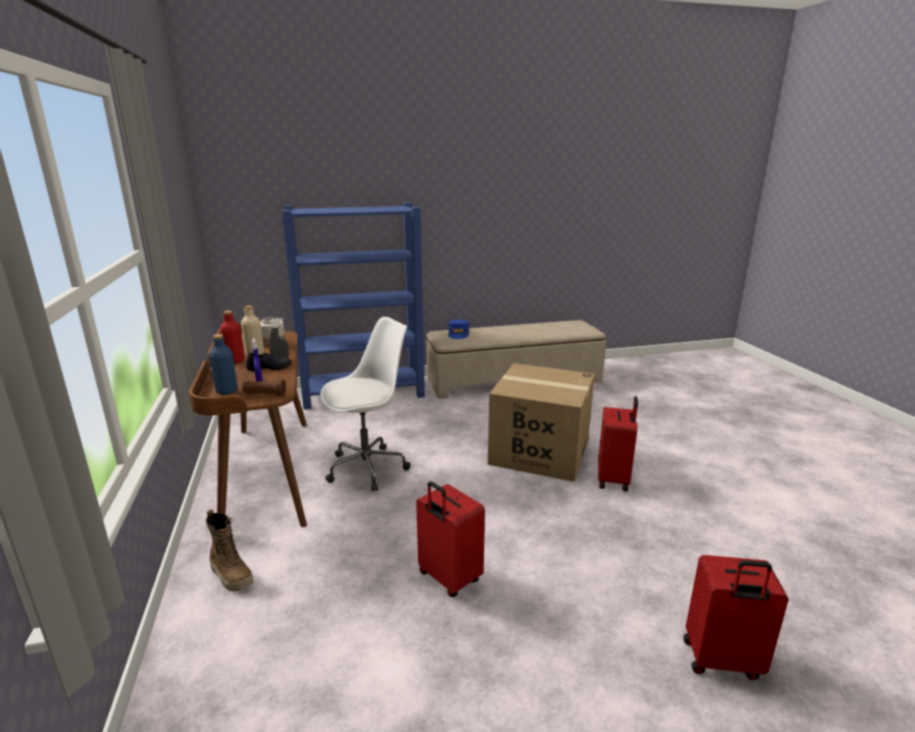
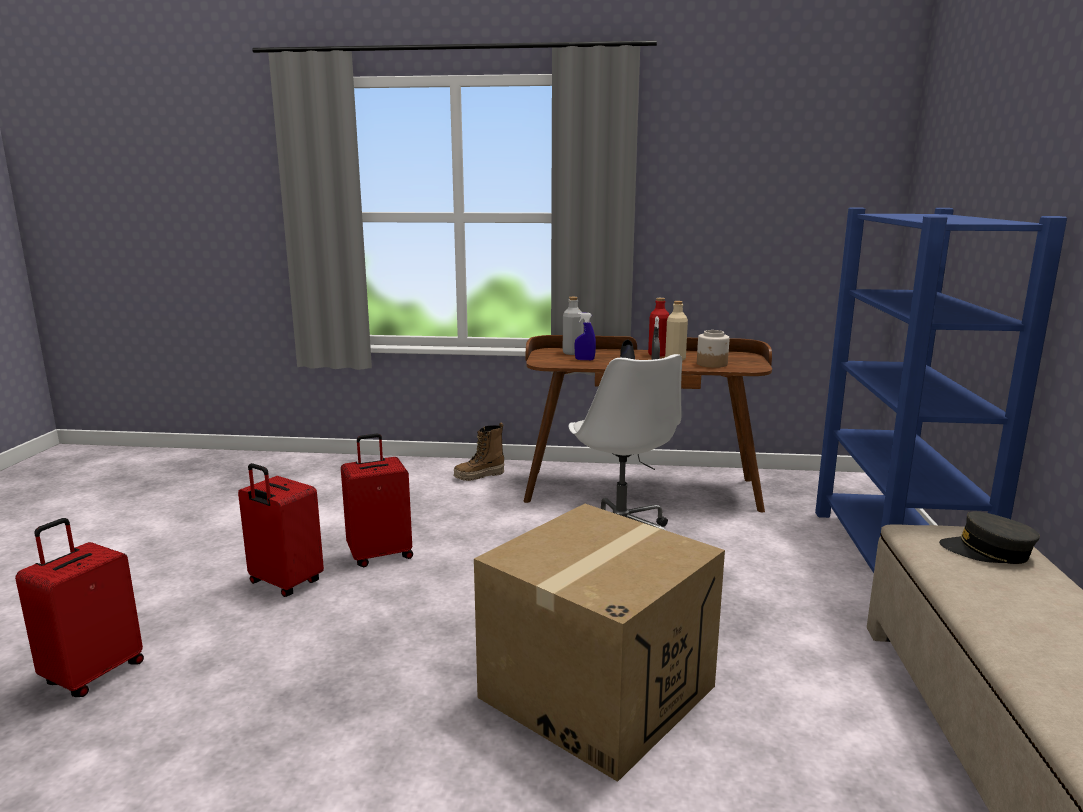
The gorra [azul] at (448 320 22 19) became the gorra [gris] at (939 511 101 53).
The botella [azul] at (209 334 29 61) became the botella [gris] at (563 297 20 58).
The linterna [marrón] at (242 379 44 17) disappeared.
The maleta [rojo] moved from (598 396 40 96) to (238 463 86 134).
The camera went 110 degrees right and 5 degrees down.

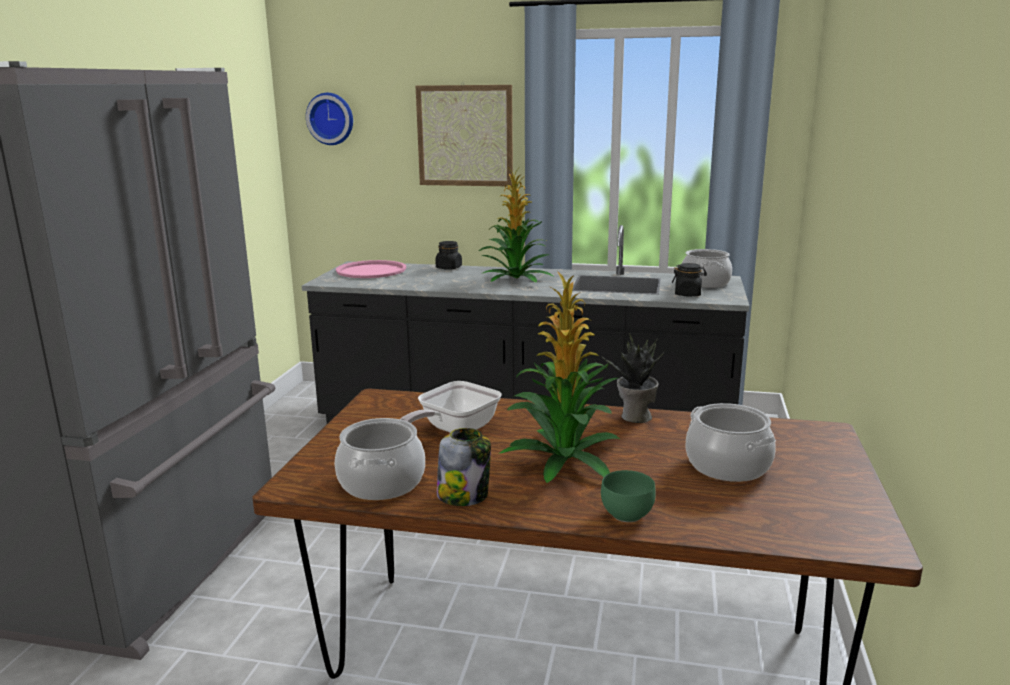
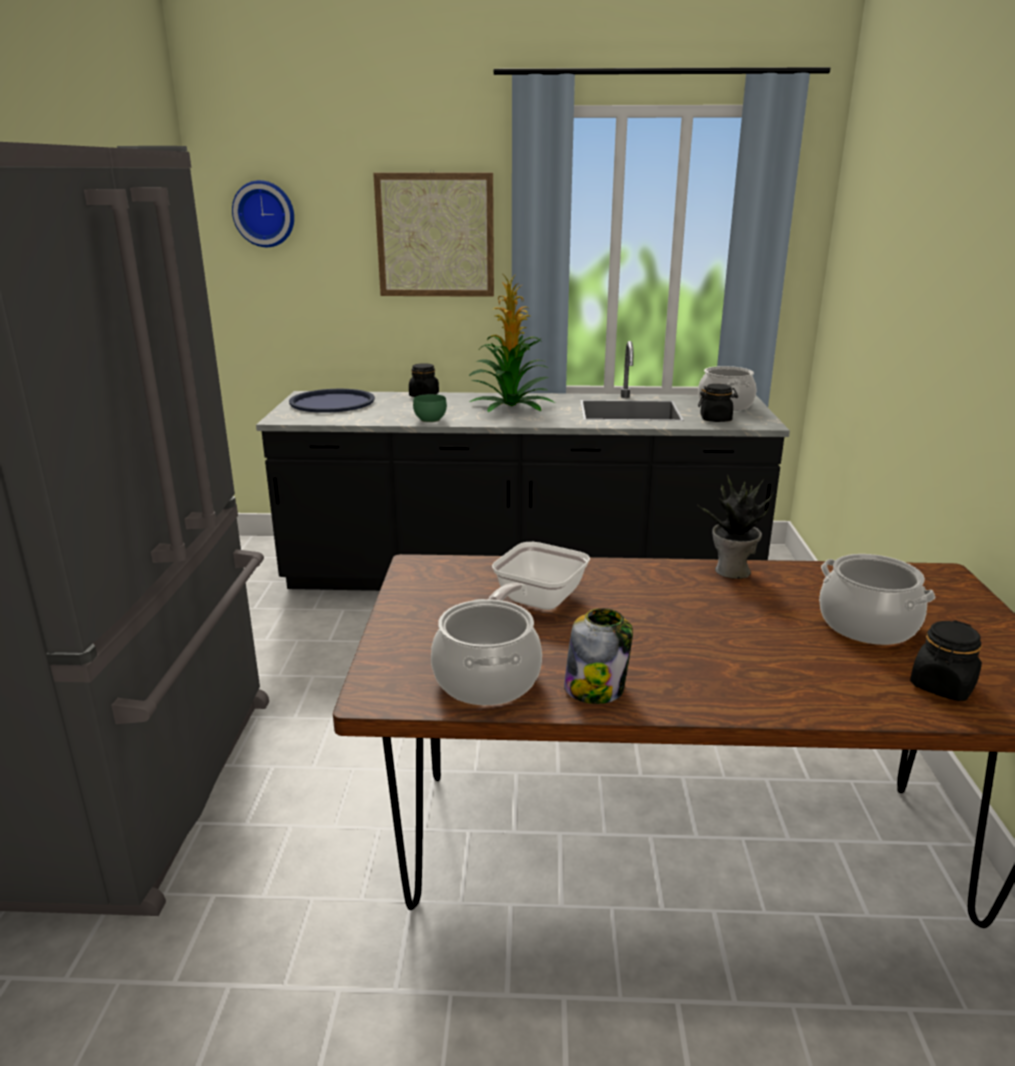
The bandeja [rosa] at (336 260 70 18) became the bandeja [azul] at (289 389 86 24).
The planta en maceta at (500 271 120 212) disappeared.
The cuenco [verde] moved from (601 470 55 52) to (413 394 34 29).
The tarro [negro] at (910 620 72 81) appeared.
The camera went 10 degrees left and 5 degrees up.

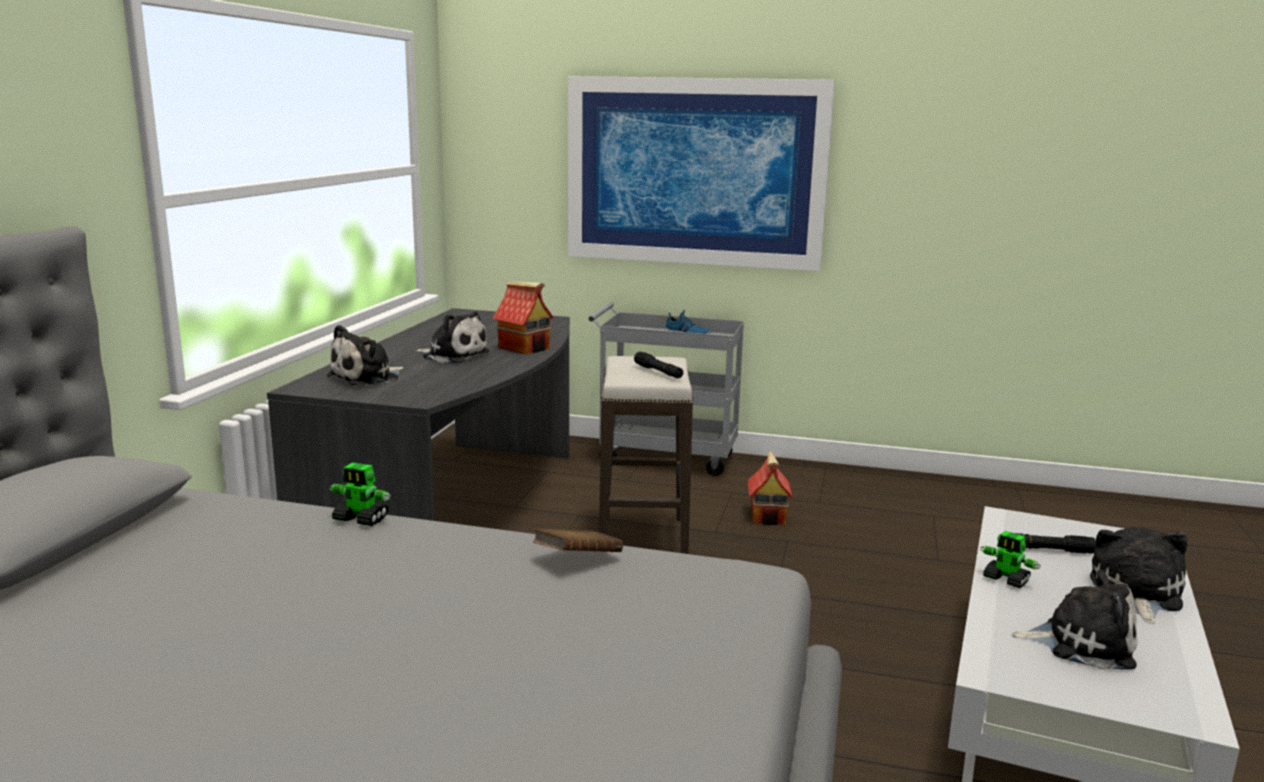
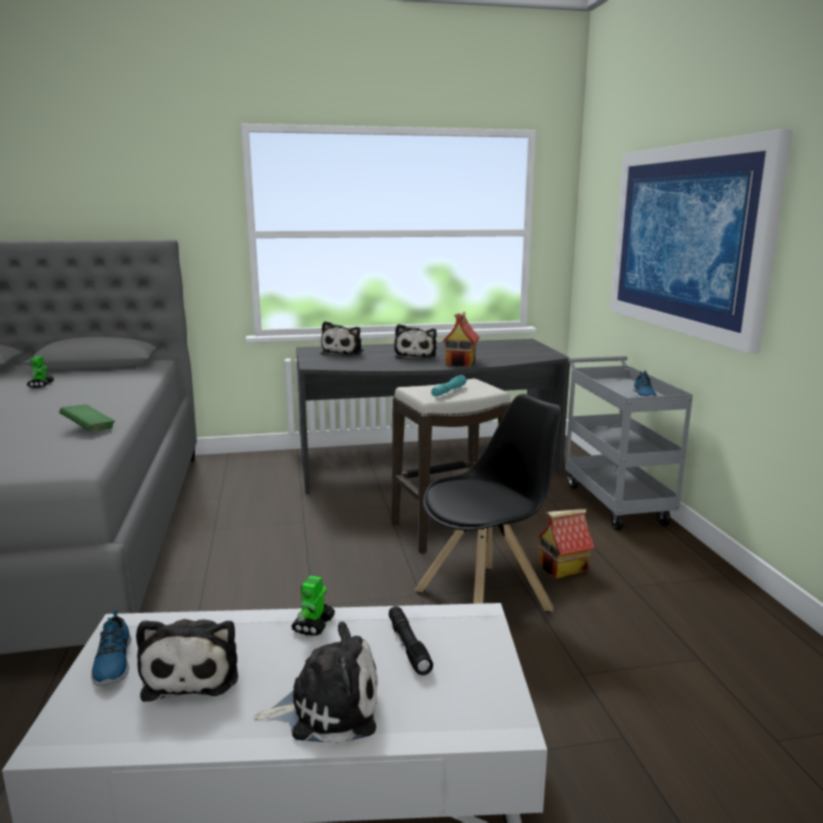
The peluche at (327 325 77 61) turned 90 degrees counterclockwise.
The linterna [negro] at (634 352 49 26) became the linterna [turquesa] at (431 375 36 22).
The robot de juguete moved from (329 463 62 63) to (27 356 27 32).
The libro [marrón] at (533 528 90 24) became the libro [verde] at (59 404 56 27).
The silla [negro] at (415 394 148 218) appeared.
The zapato at (91 609 41 77) appeared.
The camera went 65 degrees right and 0 degrees up.

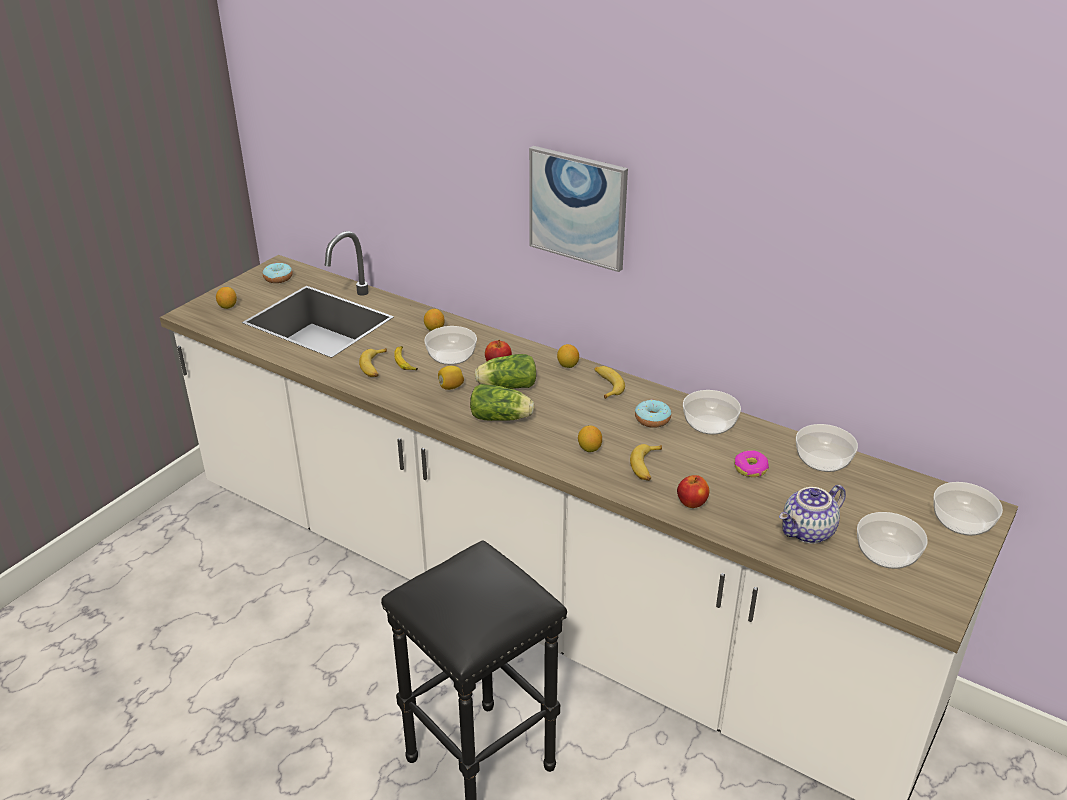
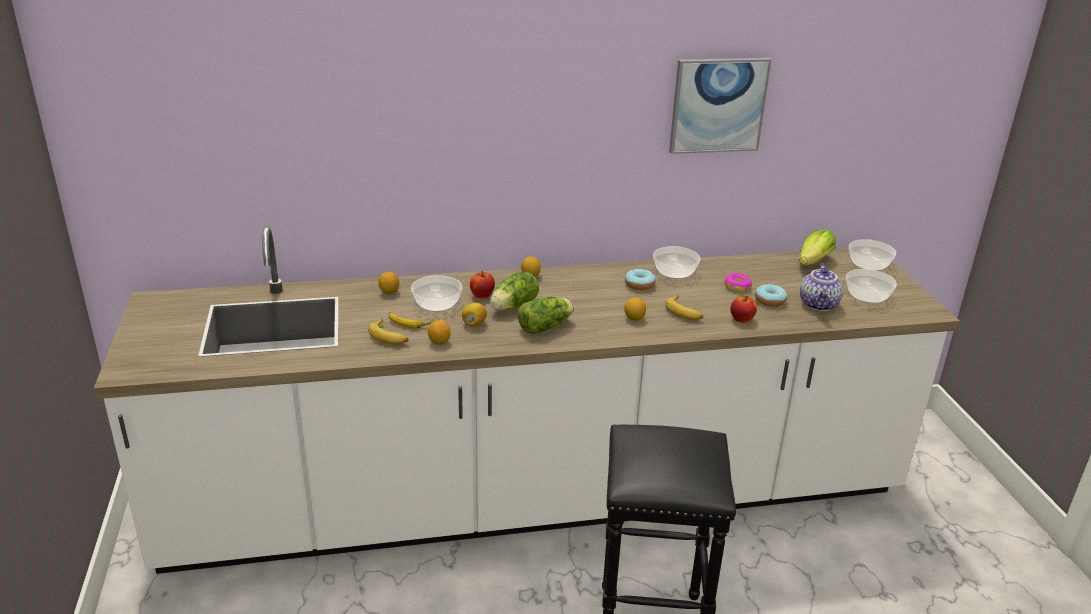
The cuadro moved from (529 146 99 126) to (669 58 103 96).
The rosquilla moved from (262 263 31 20) to (755 284 32 22).
The limón moved from (216 287 21 22) to (428 320 23 25).
The plátano at (594 366 31 33) disappeared.
The cuenco at (796 424 62 48) disappeared.
The lechuga at (799 229 37 36) appeared.
The camera went 45 degrees left and 5 degrees down.

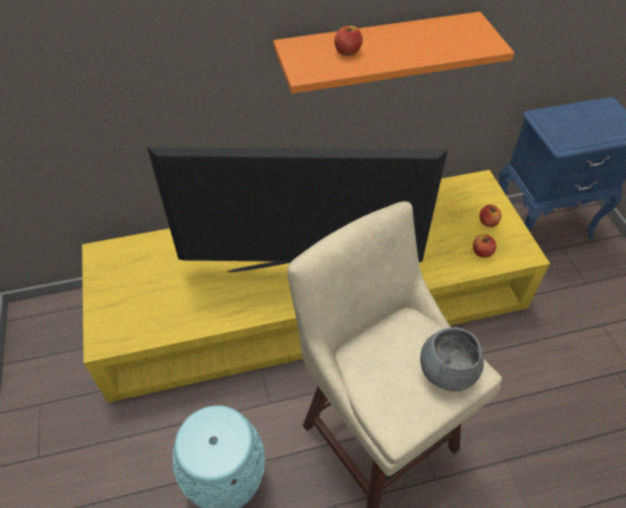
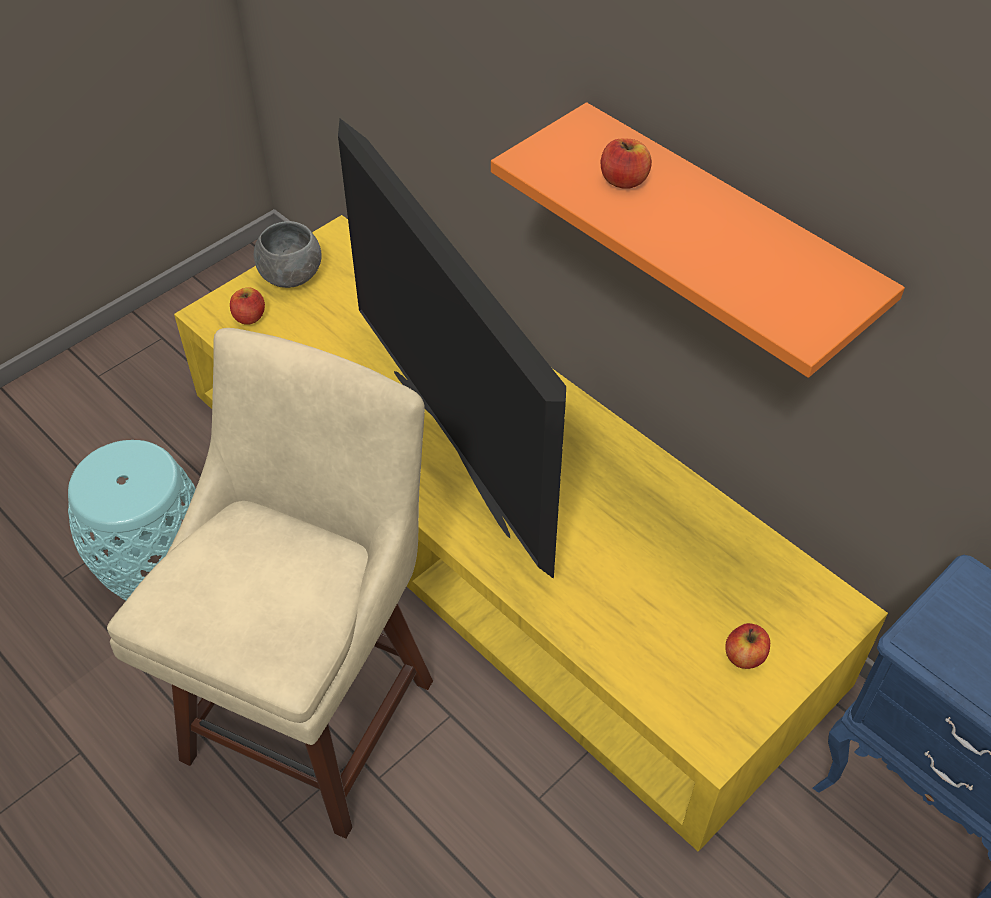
The manzana moved from (473 234 23 24) to (230 287 35 38).
The cuenco [gris] moved from (420 327 64 64) to (254 221 68 67).
The camera went 60 degrees right and 0 degrees up.

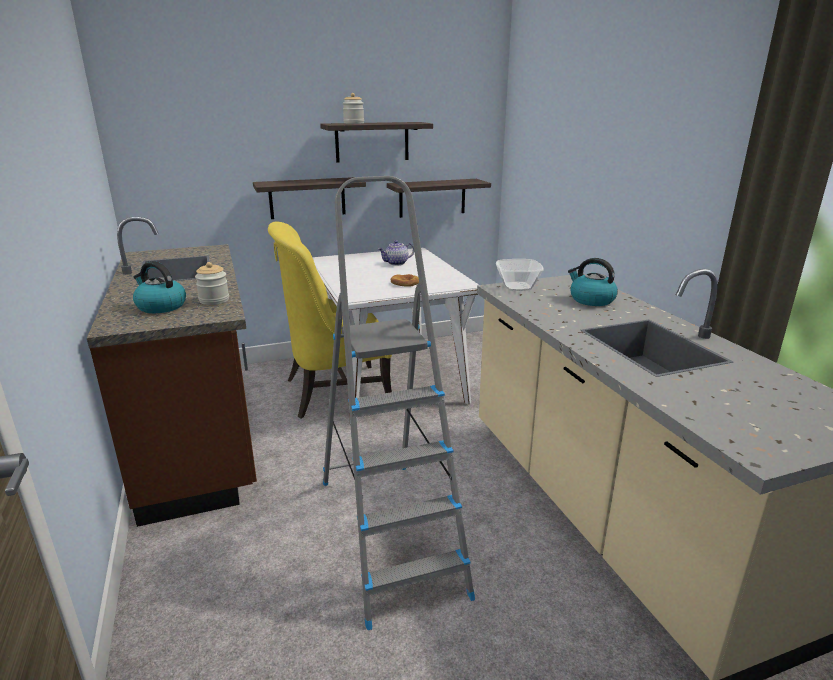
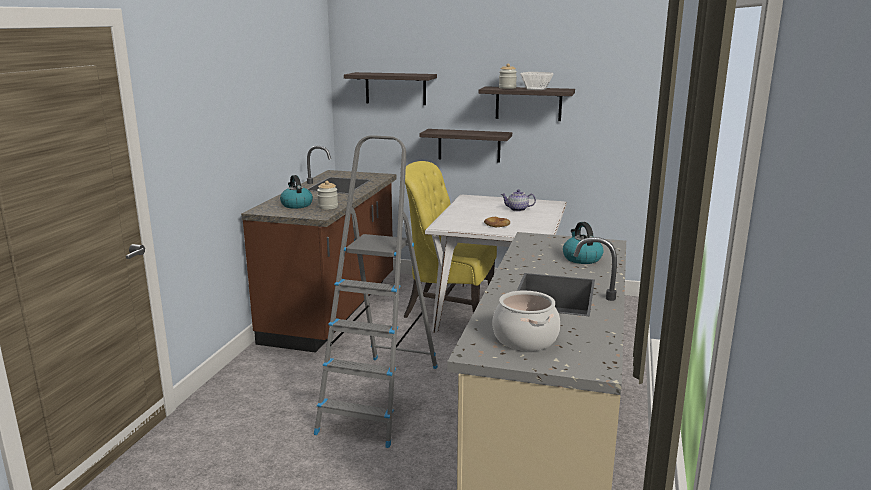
The estante moved from (387 179 104 39) to (344 72 93 33).
The cuenco moved from (496 259 48 32) to (520 72 33 18).
The olla at (492 291 68 60) appeared.
The camera went 35 degrees right and 5 degrees down.

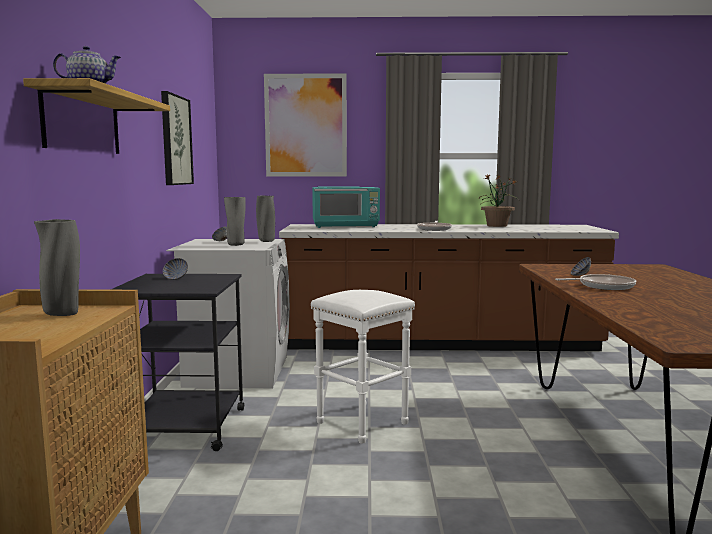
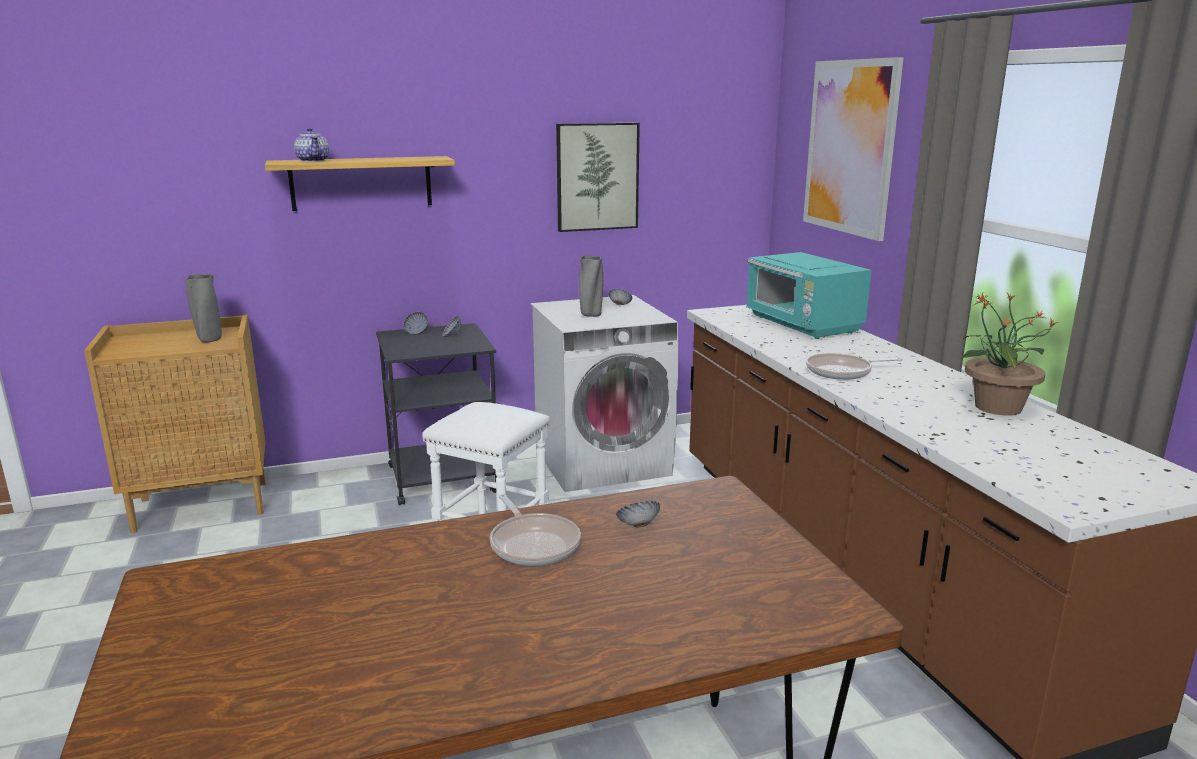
The florero [gris] at (256 196 19 46) disappeared.
The cuenco at (404 312 24 22) appeared.
The camera went 70 degrees right and 10 degrees up.

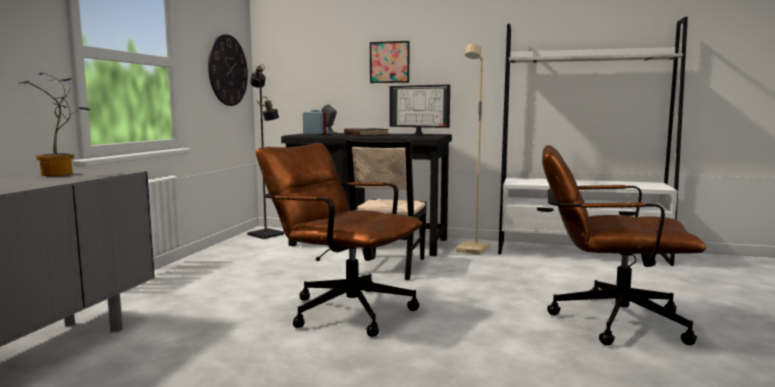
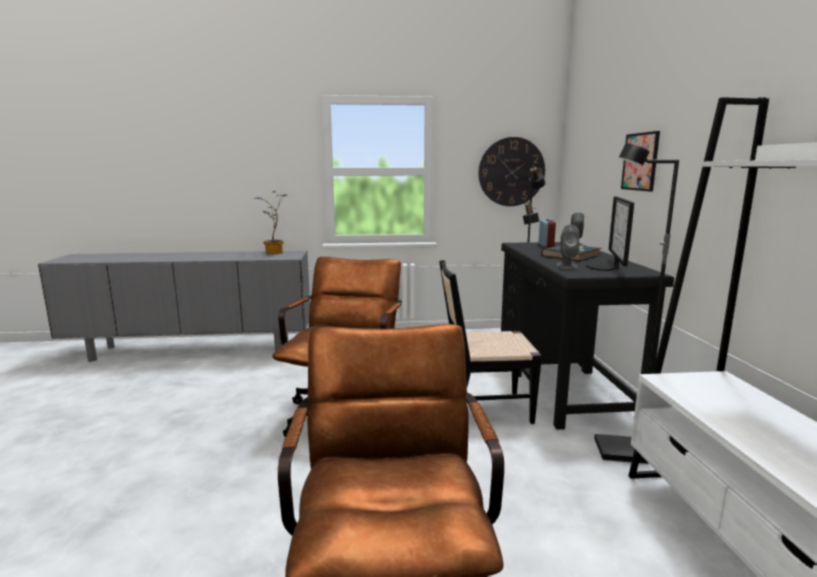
The lámpara de pie [beis] at (455 44 36 211) became the lámpara de pie [negro] at (594 143 85 321).
The altavoz [gris] at (557 225 22 44) appeared.
The camera went 70 degrees right and 5 degrees up.

